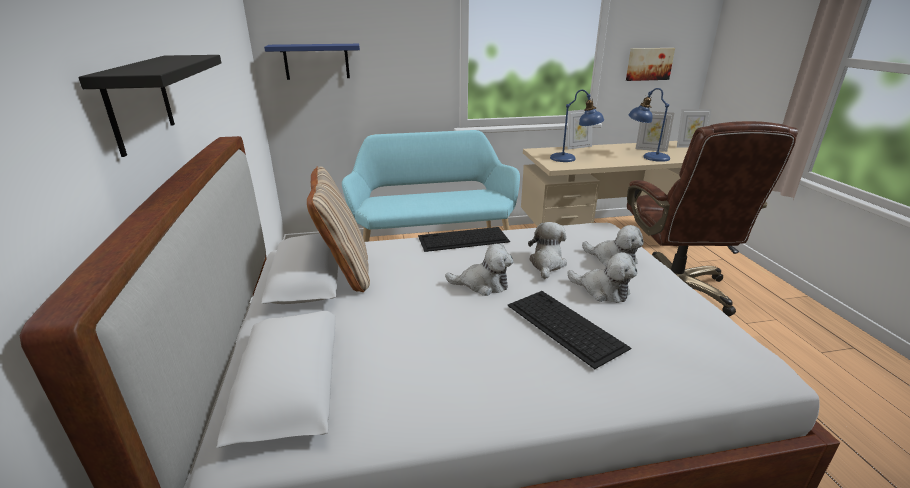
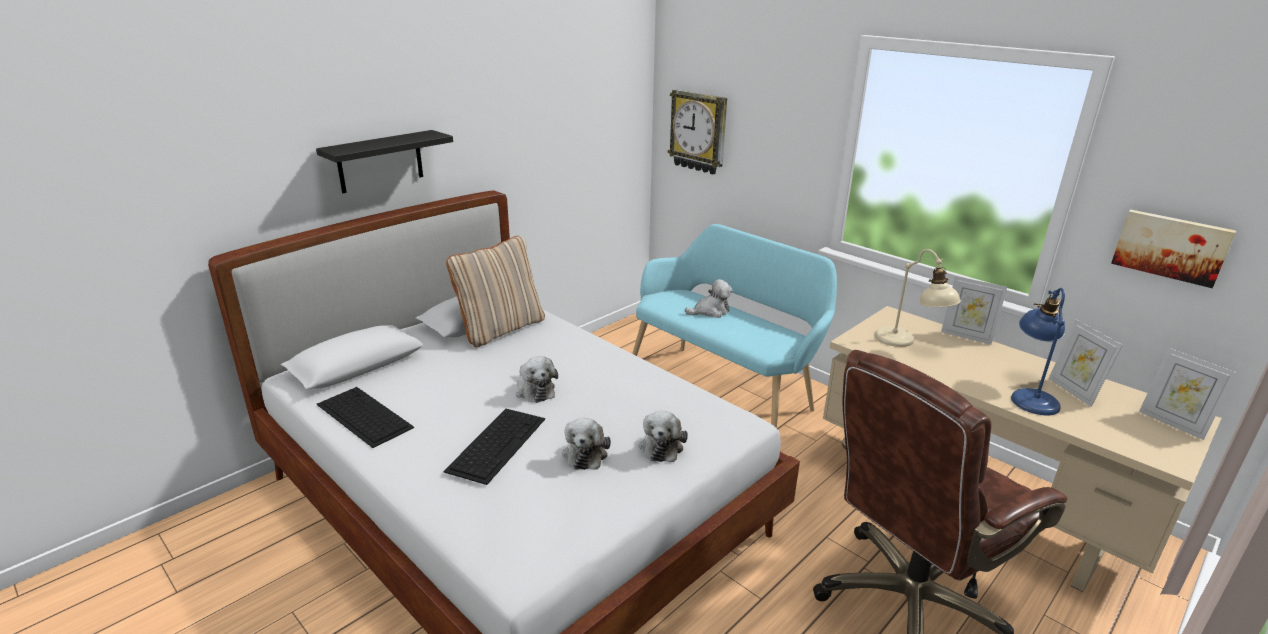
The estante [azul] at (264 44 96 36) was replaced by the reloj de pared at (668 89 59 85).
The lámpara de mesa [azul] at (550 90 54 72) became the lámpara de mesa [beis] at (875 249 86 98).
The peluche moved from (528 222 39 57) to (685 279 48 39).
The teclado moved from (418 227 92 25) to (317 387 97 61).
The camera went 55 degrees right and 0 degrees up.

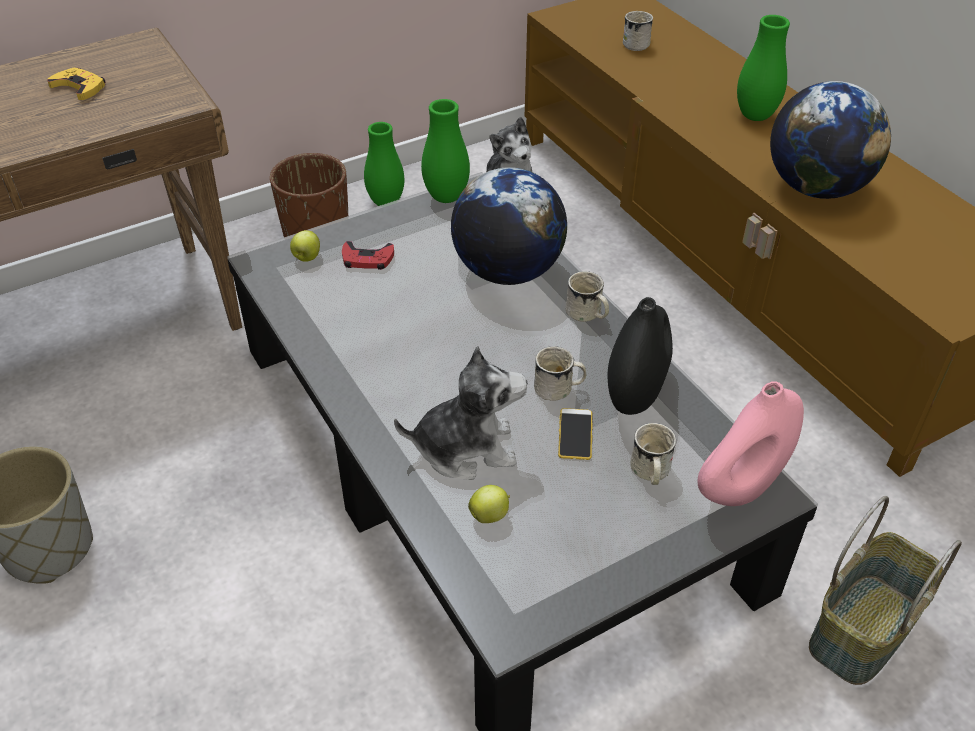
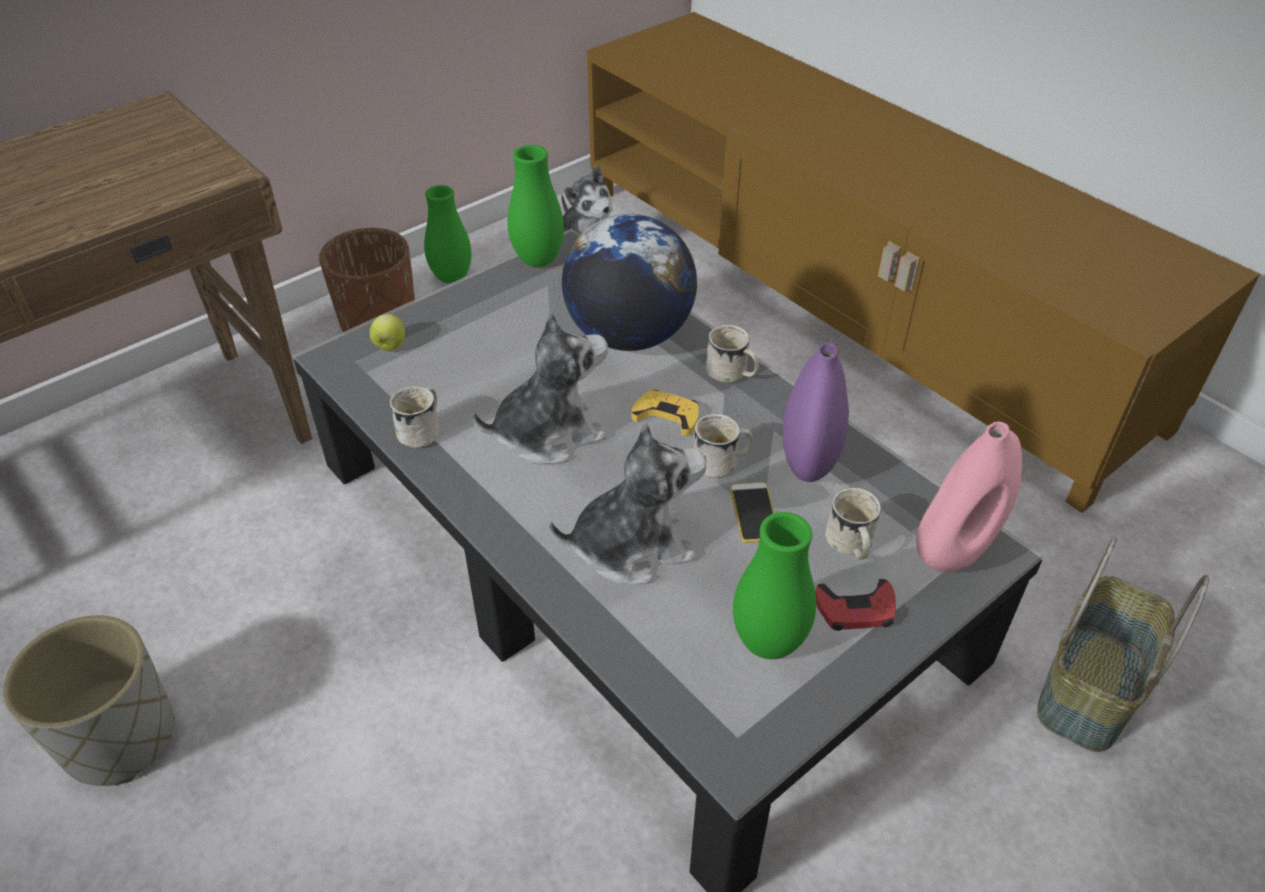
The taza grande [blanco] moved from (623 11 30 40) to (389 386 51 62).
The florero [verde] moved from (737 15 53 106) to (733 512 83 147).
The mando de consola [amarillo] moved from (47 68 58 32) to (632 390 67 46).
The globo terráqueo at (770 81 121 118) disappeared.
The mando de consola [rojo] moved from (342 241 52 29) to (815 579 81 52).
The florero [negro] at (608 297 65 118) became the florero [morado] at (782 343 67 139).
The manzana at (468 485 42 38) disappeared.
The peluche at (472 312 136 152) appeared.
The camera went 10 degrees left and 0 degrees up.

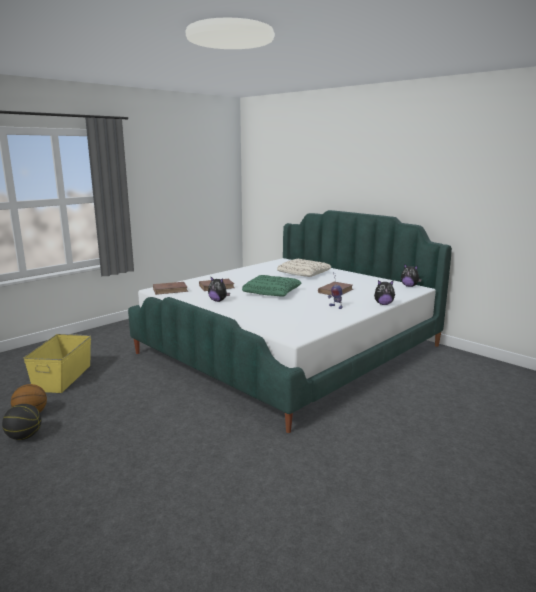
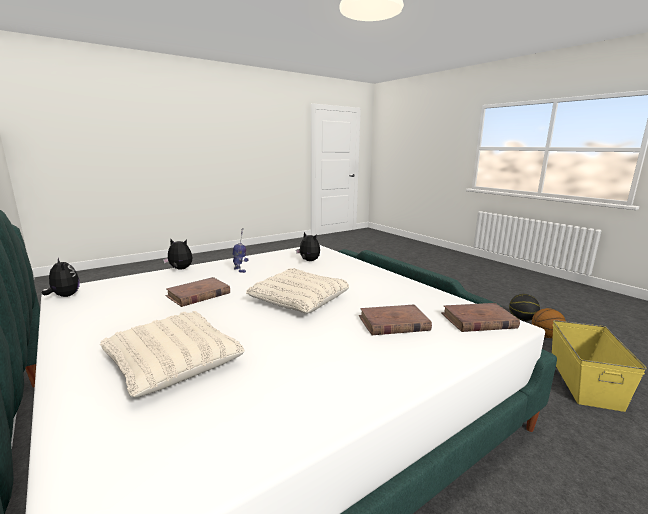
The cojín [verde] at (242 275 60 22) became the cojín [beis] at (246 268 103 46).
The peluche moved from (208 277 22 25) to (296 232 24 29).
The camera went 170 degrees left and 0 degrees up.

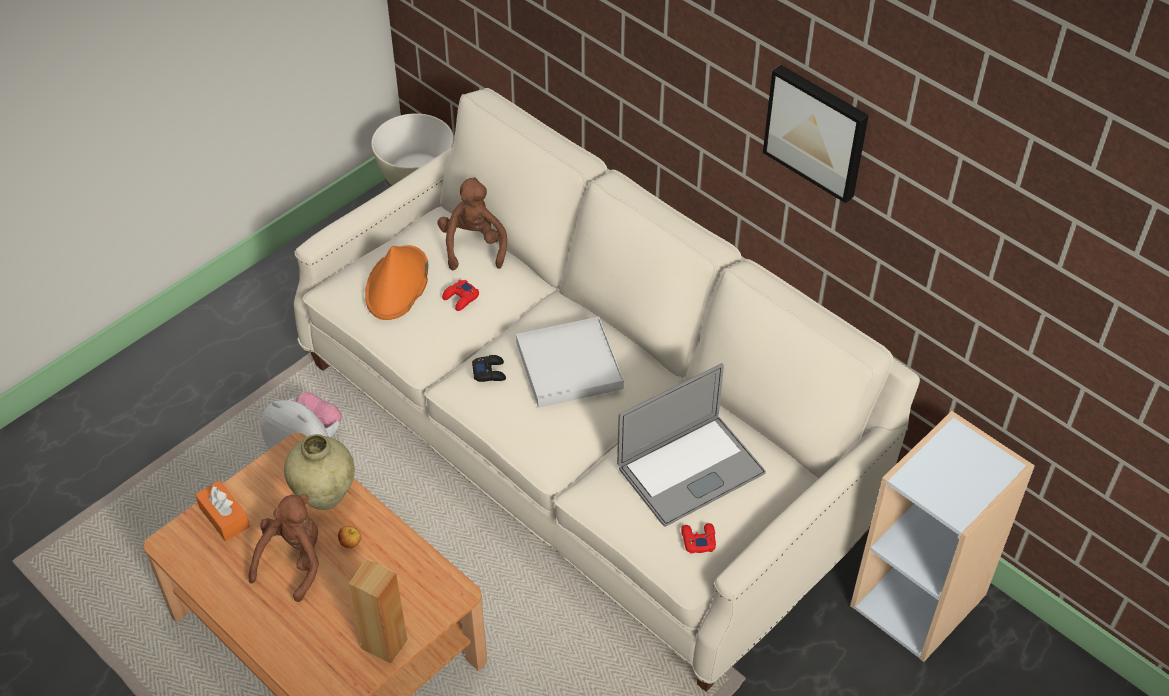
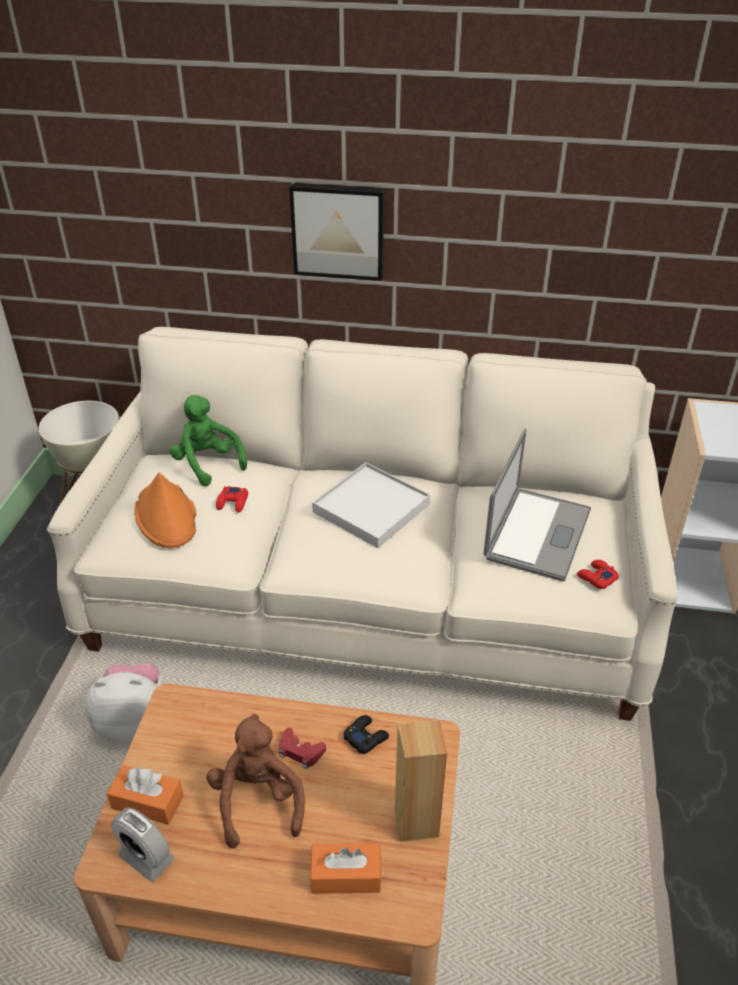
The cuadro moved from (763 65 106 138) to (289 183 95 98).
The peluche [marrón] at (437 177 70 93) became the peluche [verde] at (169 395 78 92).
The mando de consola [negro] moved from (472 355 34 27) to (343 715 46 39).
The florero [beis] at (284 434 71 76) disappeared.
The manzana at (338 526 23 22) was replaced by the mando de consola [rojo] at (279 728 47 41).
The despertador at (111 808 63 74) appeared.
The caja de pañuelos [naranja] at (310 843 71 51) appeared.
The camera went 35 degrees left and 10 degrees down.

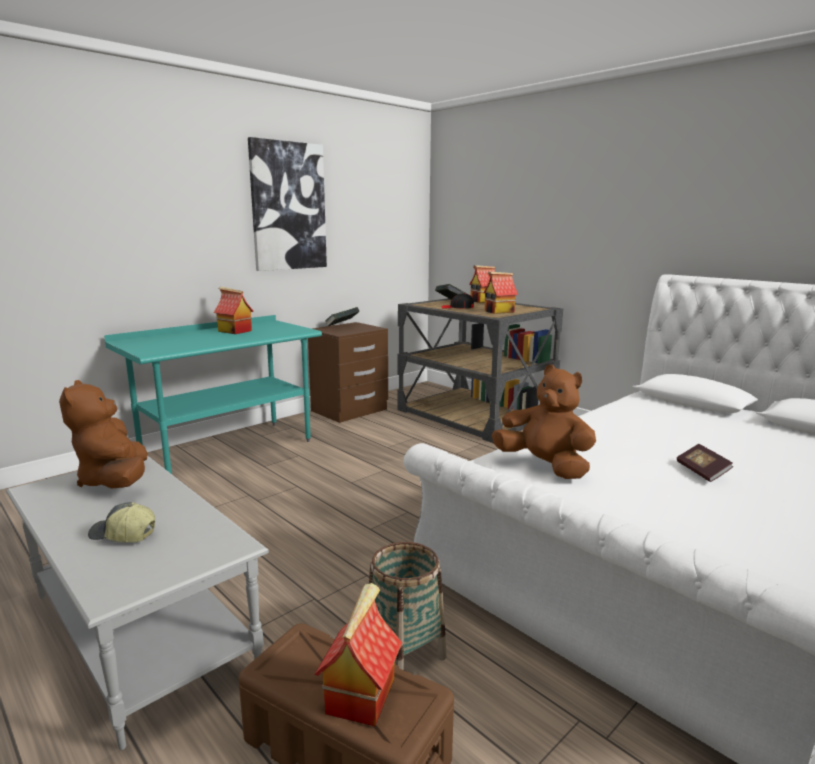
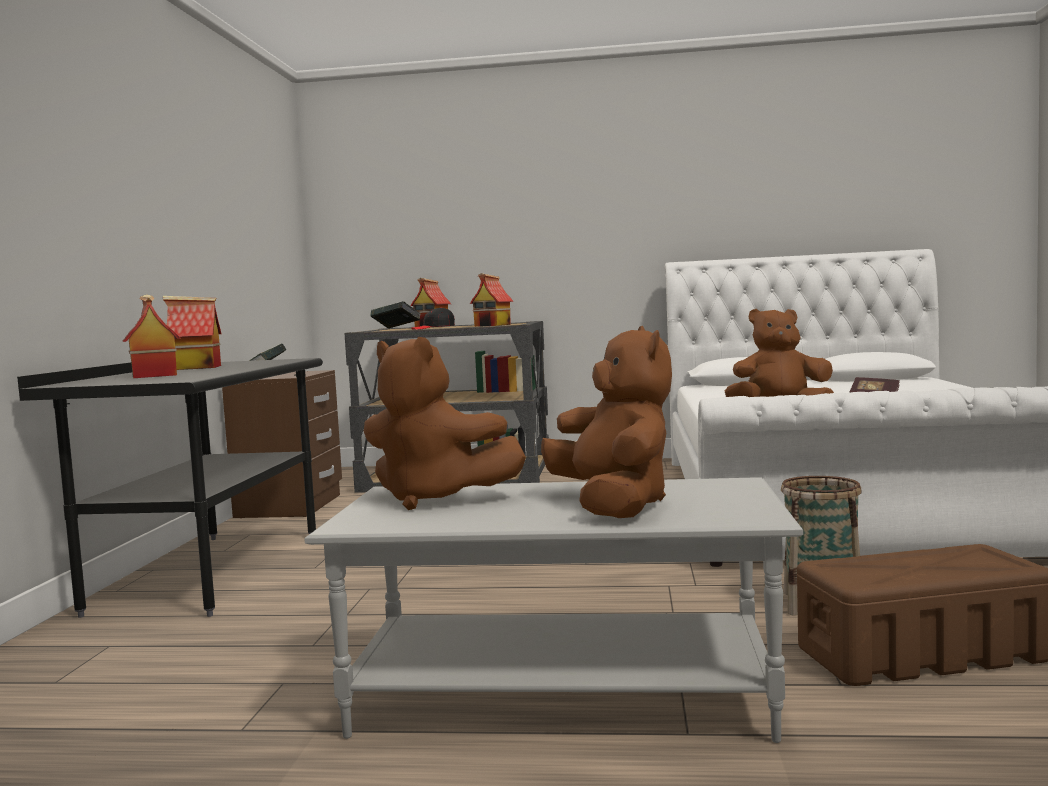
The cuadro at (248 137 79 134) disappeared.
The escritorio [turquesa] at (104 315 218 159) became the escritorio [negro] at (17 358 306 260).
The gorra at (88 502 67 40) was replaced by the peluche [marrón] at (541 326 131 192).
The casita moved from (314 583 88 143) to (123 294 58 84).
The camera went 40 degrees left and 10 degrees down.

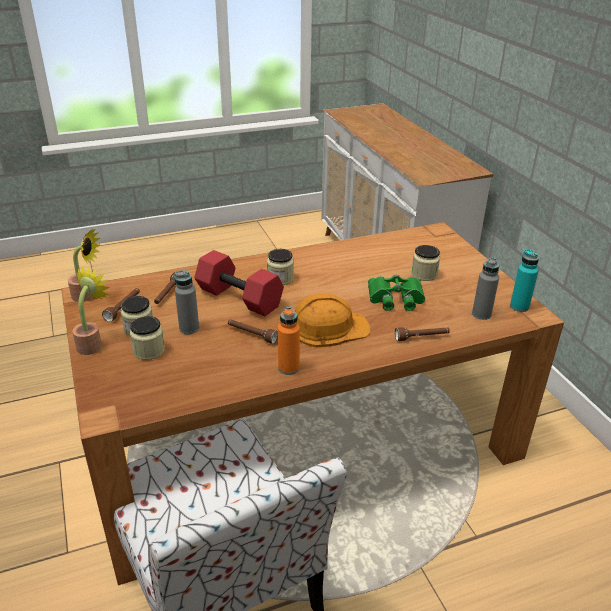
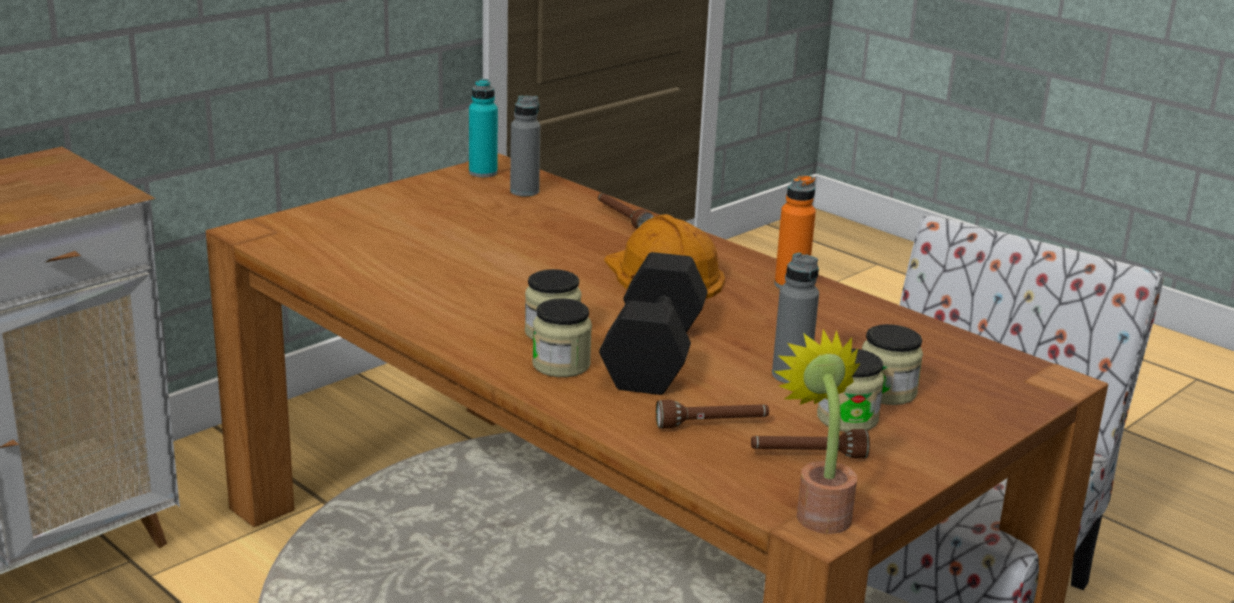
The tarro moved from (411 245 29 36) to (532 298 60 79).
The mancuerna [rojo] at (194 250 90 66) became the mancuerna [negro] at (599 252 109 143).
The planta en maceta at (72 266 38 89) disappeared.
The prismáticos [verde] at (368 275 57 36) disappeared.
The linterna [marrón] at (228 319 50 25) disappeared.
The camera went 115 degrees left and 10 degrees down.

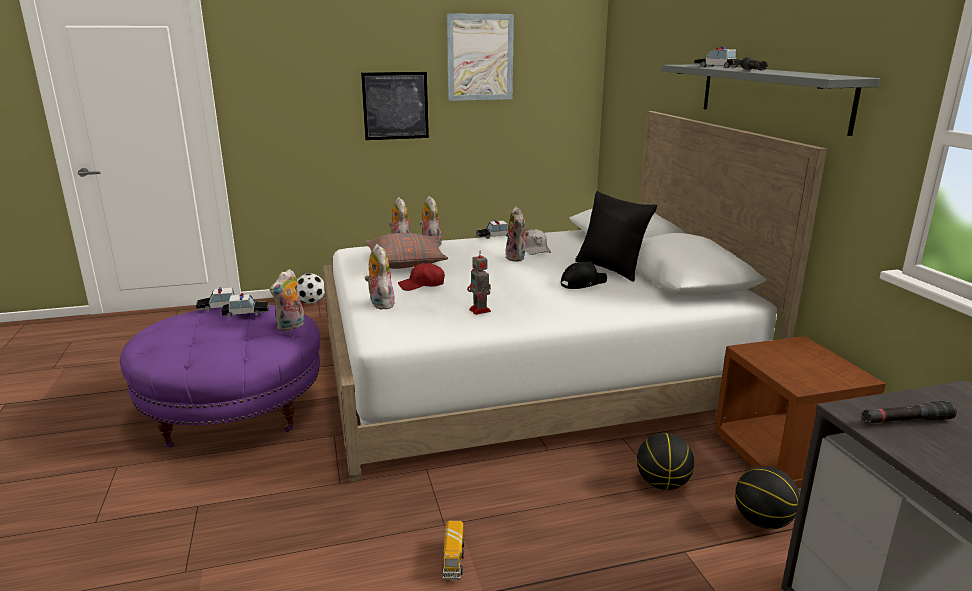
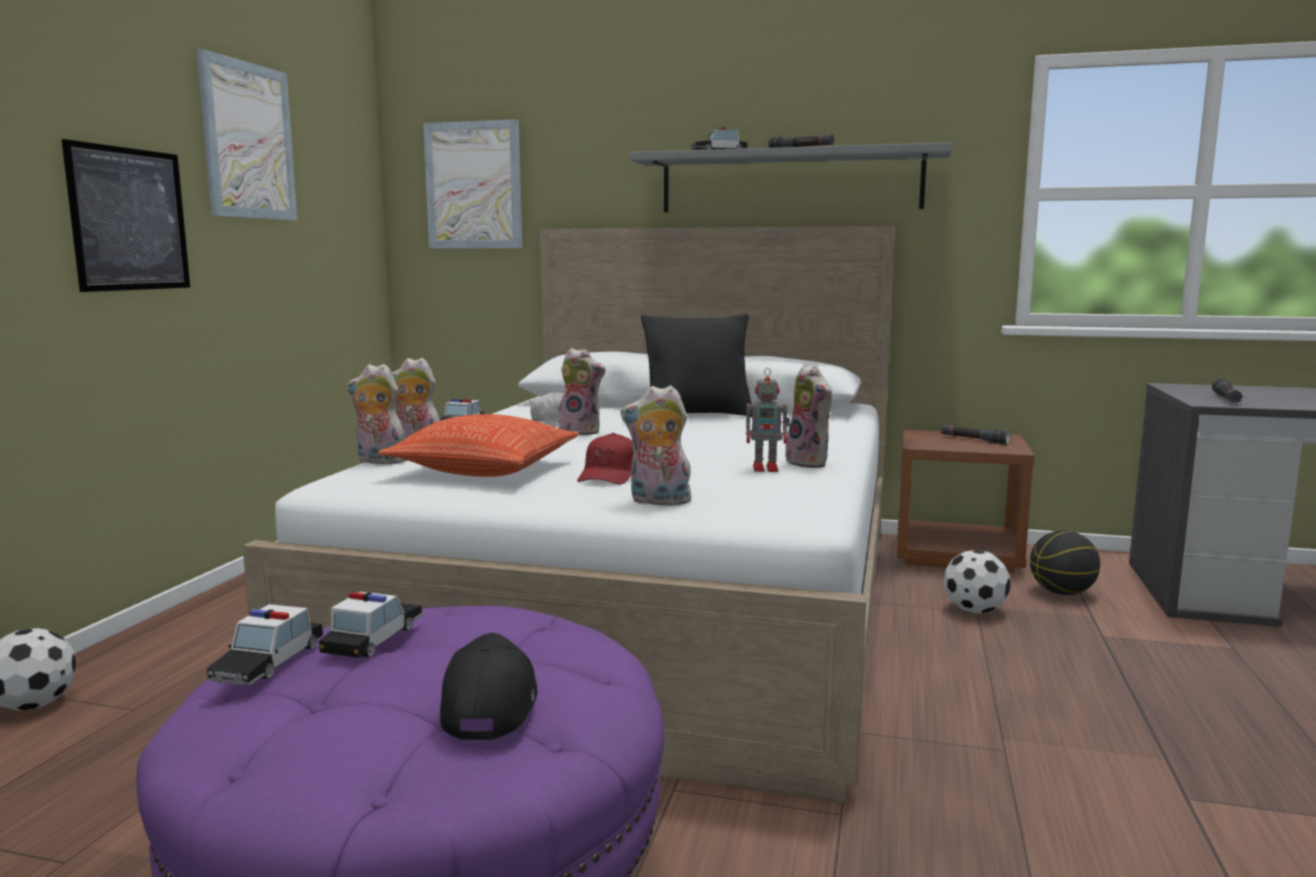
The cojín [gris] at (365 233 83 36) became the cojín [naranja] at (378 414 201 63).
The gorra [negro] moved from (561 261 46 28) to (440 633 98 107).
The peluche moved from (270 269 35 63) to (785 364 47 104).
The balón de baloncesto at (637 433 57 57) was replaced by the balón de fútbol at (944 550 67 63).
The camión de juguete at (442 521 22 59) disappeared.
The cuadro at (423 119 99 129) appeared.
The linterna [negro] at (941 425 70 19) appeared.
The camera went 60 degrees left and 10 degrees down.

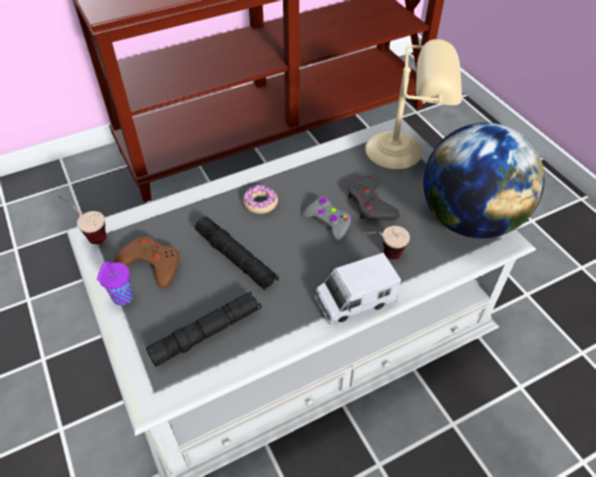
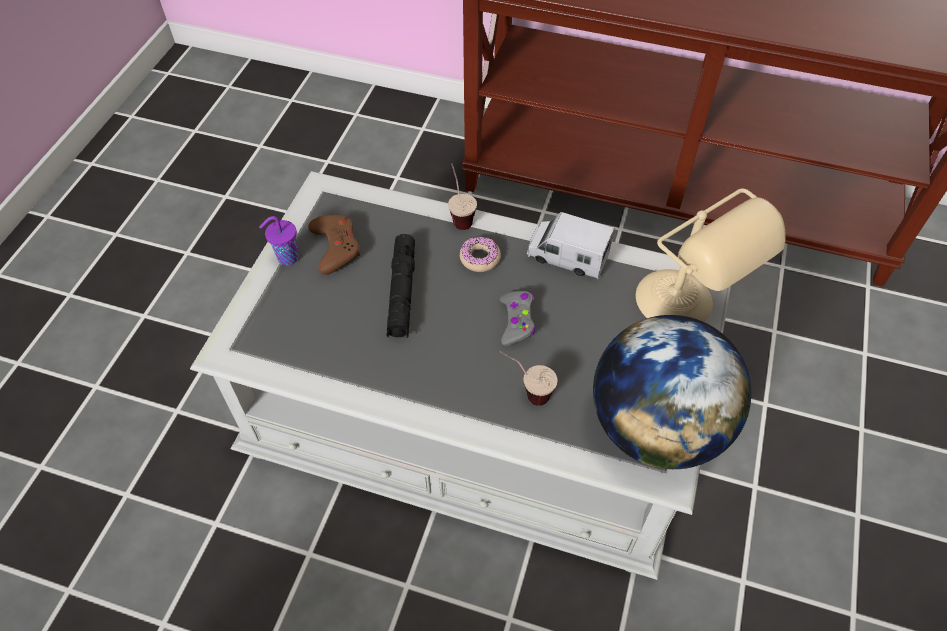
The mando de consola [gris] at (348 176 52 44) disappeared.
The taza moved from (58 195 48 49) to (448 163 29 67).
The camión de juguete moved from (315 253 86 71) to (527 212 87 68).
The linterna [negro] at (146 291 115 76) disappeared.
The camera went 45 degrees right and 5 degrees up.

